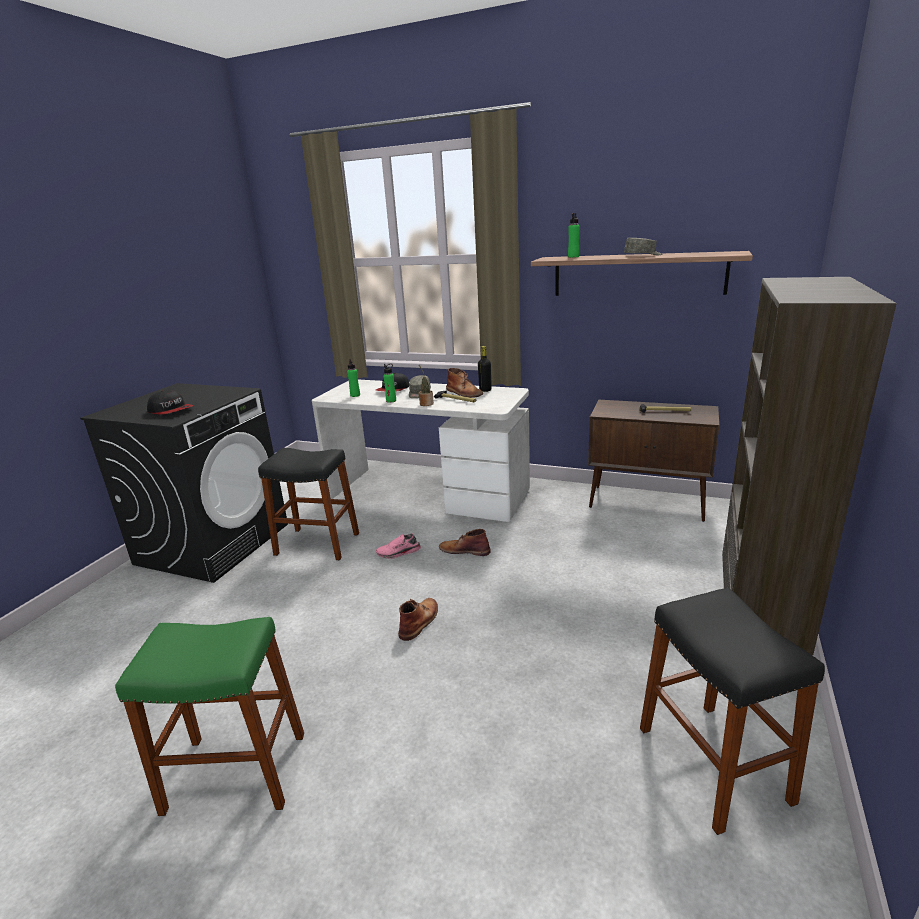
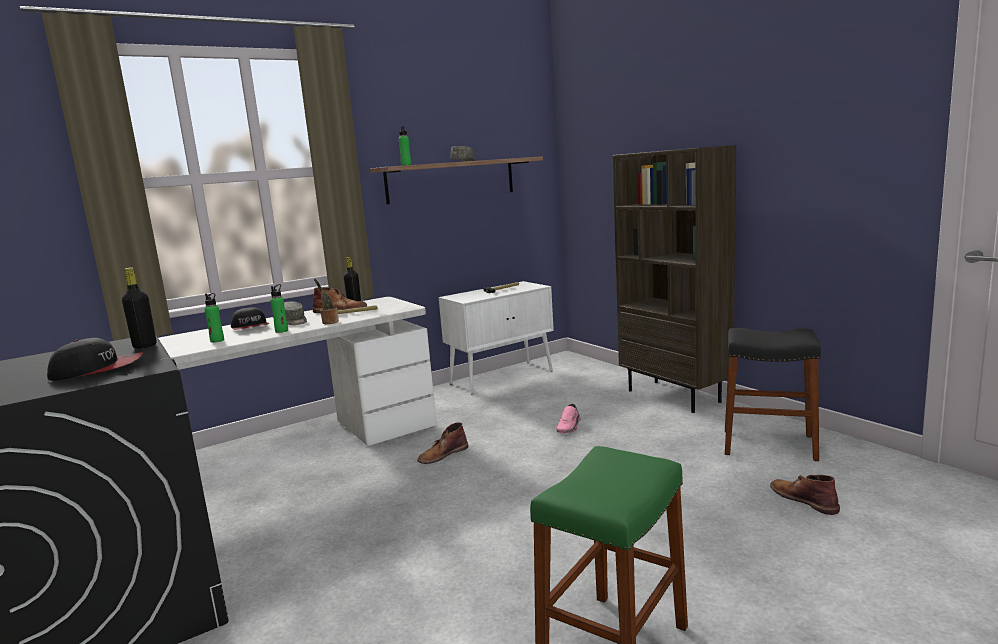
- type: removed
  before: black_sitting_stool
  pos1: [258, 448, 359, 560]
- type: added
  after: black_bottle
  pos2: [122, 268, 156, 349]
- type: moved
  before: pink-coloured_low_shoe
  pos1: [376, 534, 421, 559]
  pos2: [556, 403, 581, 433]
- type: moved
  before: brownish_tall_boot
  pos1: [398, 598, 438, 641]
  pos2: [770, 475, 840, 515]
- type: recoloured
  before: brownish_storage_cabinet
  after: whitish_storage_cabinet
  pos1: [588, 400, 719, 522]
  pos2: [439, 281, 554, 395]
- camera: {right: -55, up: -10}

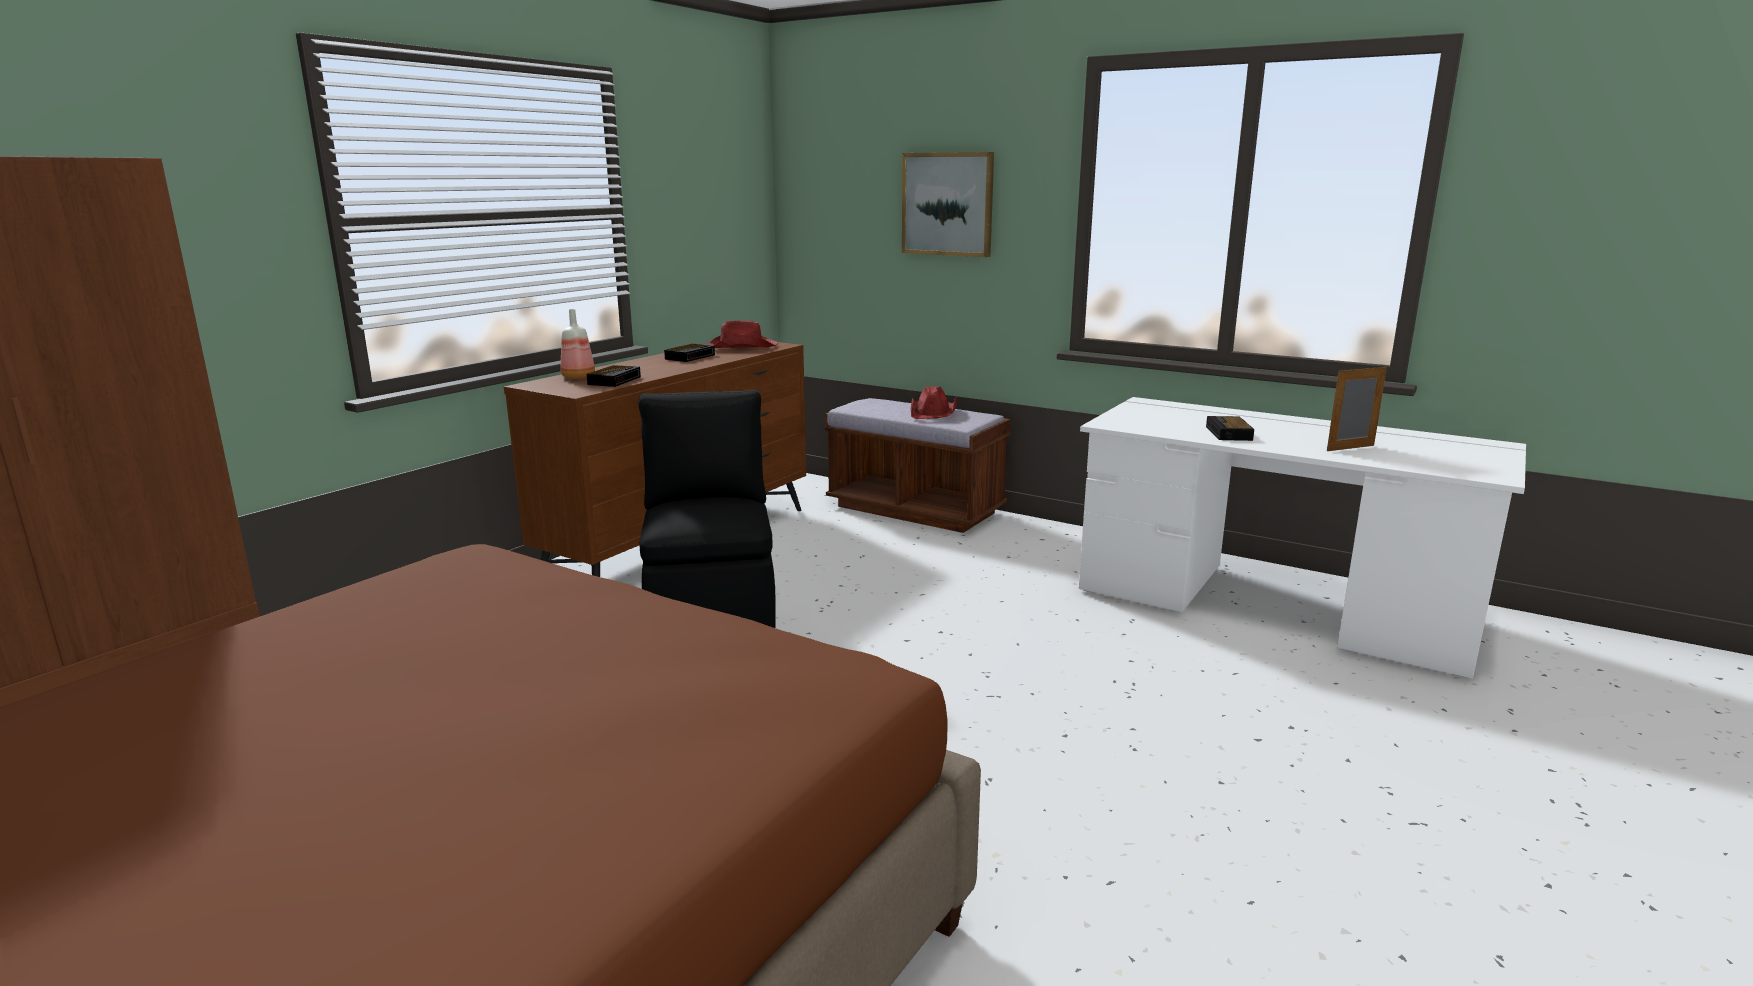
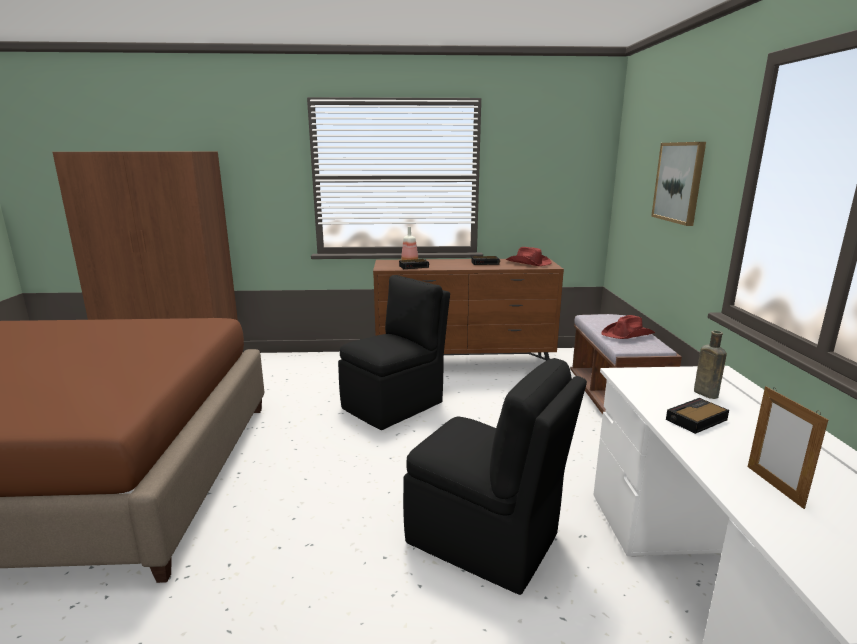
- type: added
  after: black_chair
  pos2: [403, 358, 587, 595]
- type: added
  after: brownish_bottle
  pos2: [694, 331, 727, 399]
- type: turned
  before: photo_frame
  pos1: [1327, 365, 1387, 451]
  pos2: [748, 386, 828, 509]
  turn: -135
- camera: {right: 55, up: 0}

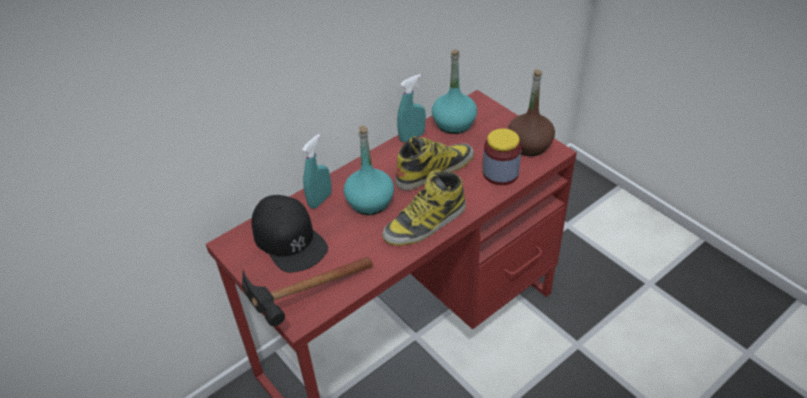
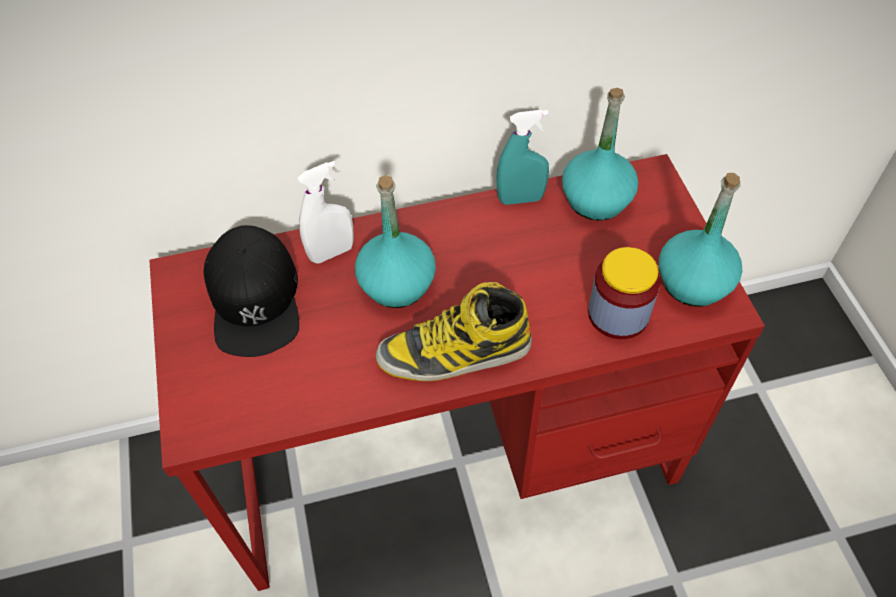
- type: removed
  before: tool_hammer
  pos1: [242, 257, 373, 326]
- type: removed
  before: tall_boot
  pos1: [395, 136, 474, 190]
- type: recoloured
  before: blue-green_spray_bottle
  after: whitish_spray_bottle
  pos1: [302, 134, 332, 209]
  pos2: [297, 161, 354, 264]
- type: recoloured
  before: brownish_bottle
  after: blue-green_bottle
  pos1: [508, 69, 555, 156]
  pos2: [659, 173, 742, 307]
- camera: {right: 25, up: 10}

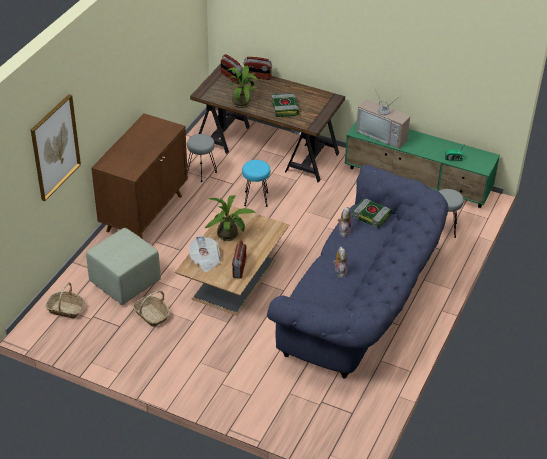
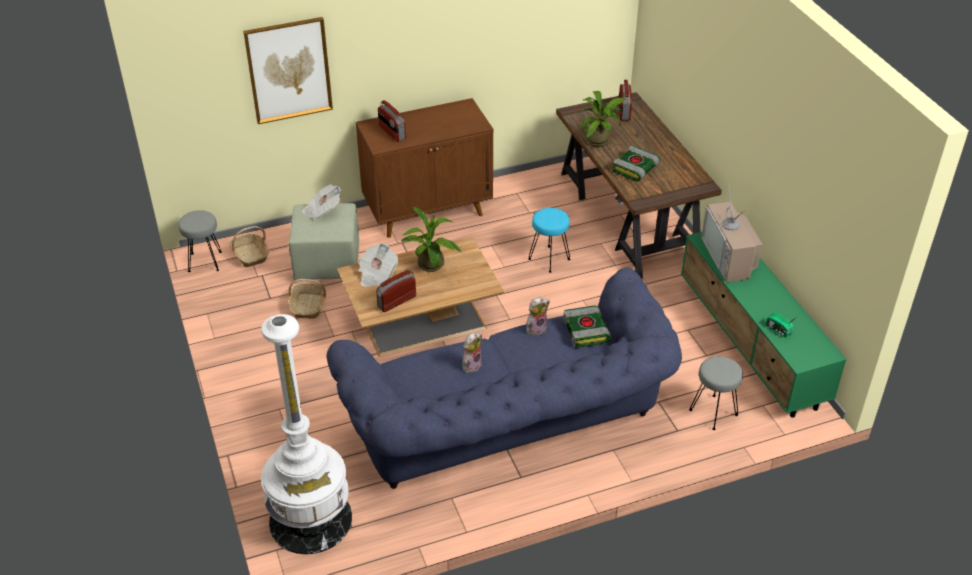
- type: added
  after: whitish_floor_lamp
  pos2: [261, 314, 352, 554]
- type: added
  after: printed_paper
  pos2: [302, 184, 341, 220]
- type: moved
  before: grey_sitting_stool
  pos1: [187, 134, 217, 182]
  pos2: [178, 210, 222, 272]
- type: moved
  before: radio
  pos1: [243, 57, 272, 80]
  pos2: [378, 100, 406, 142]
- camera: {right: 45, up: 0}

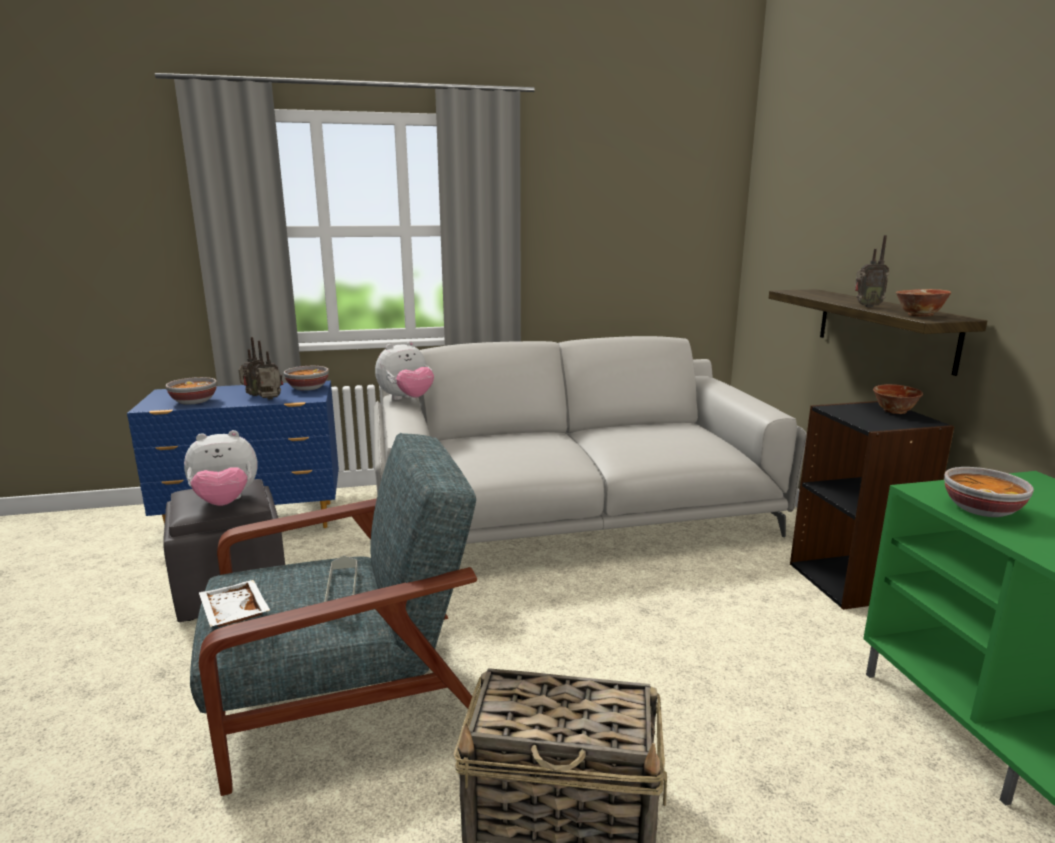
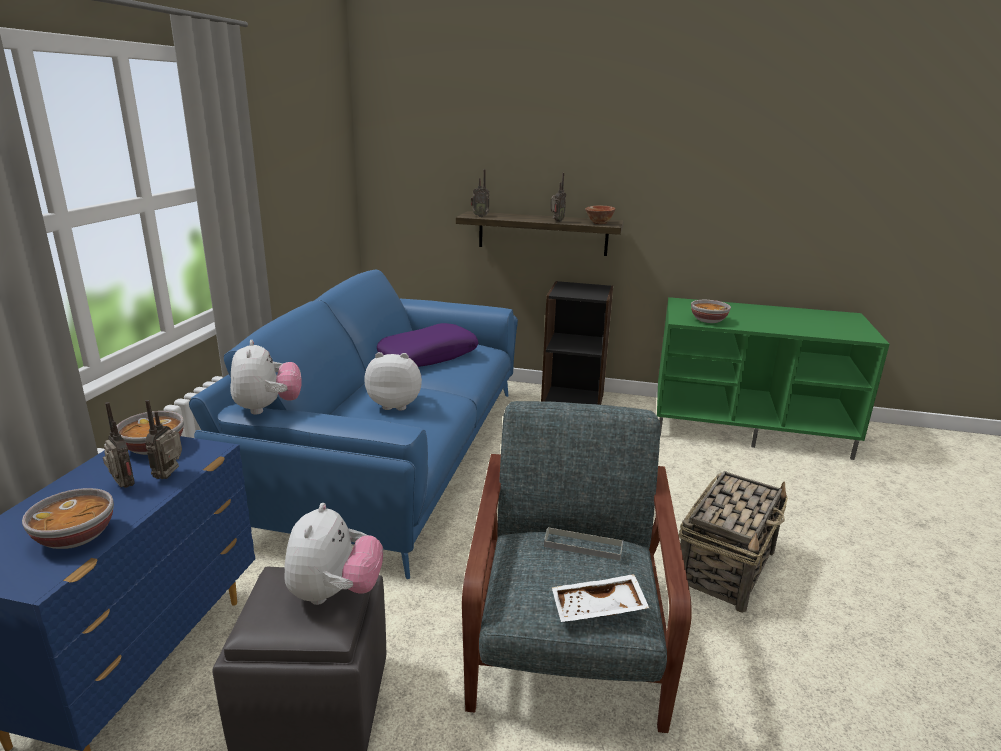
- type: removed
  before: serving_bowl
  pos1: [873, 384, 923, 414]
- type: added
  after: cuddly_toy
  pos2: [364, 352, 422, 410]
- type: added
  after: purple_cushion
  pos2: [377, 323, 478, 367]
- type: added
  after: radio
  pos2: [471, 169, 490, 217]
- type: recoloured
  before: grey_sofa
  after: bluish_sofa
  pos1: [374, 336, 807, 544]
  pos2: [189, 269, 518, 579]
- camera: {right: -65, up: 5}

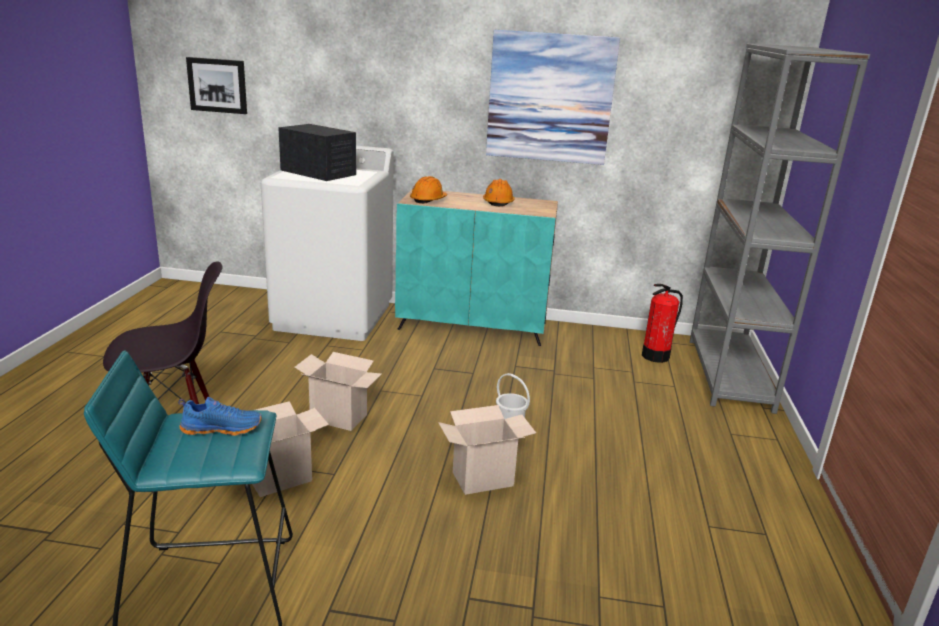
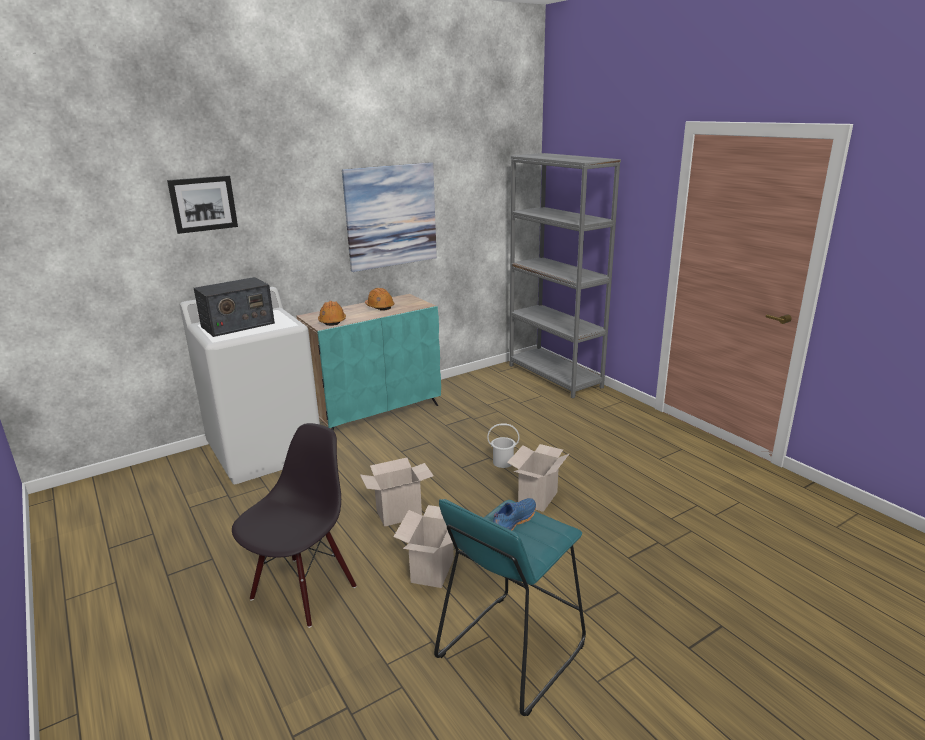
- type: removed
  before: fire-fighting_cylinder
  pos1: [642, 284, 683, 363]
- type: moved
  before: wall_picture
  pos1: [186, 57, 247, 114]
  pos2: [167, 175, 238, 234]
- type: turned
  before: radio
  pos1: [278, 124, 356, 181]
  pos2: [194, 277, 275, 337]
  turn: 150
- camera: {right: -40, up: 0}

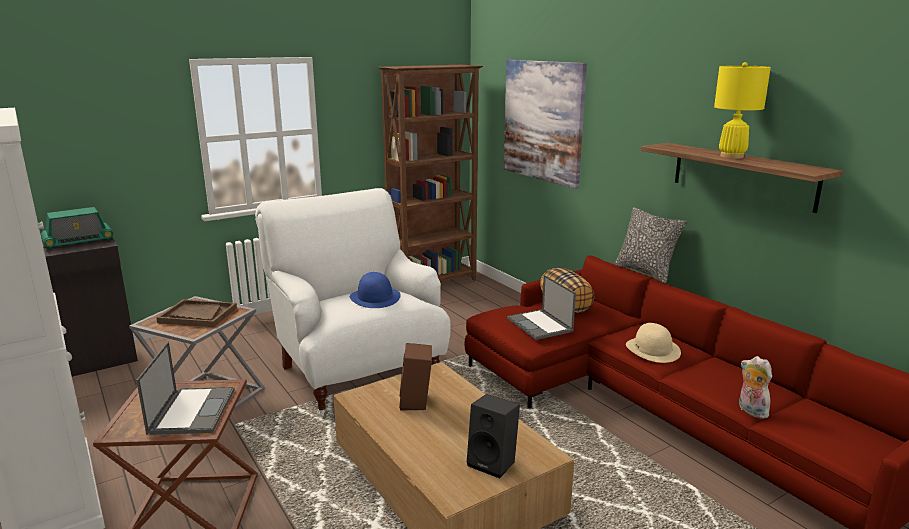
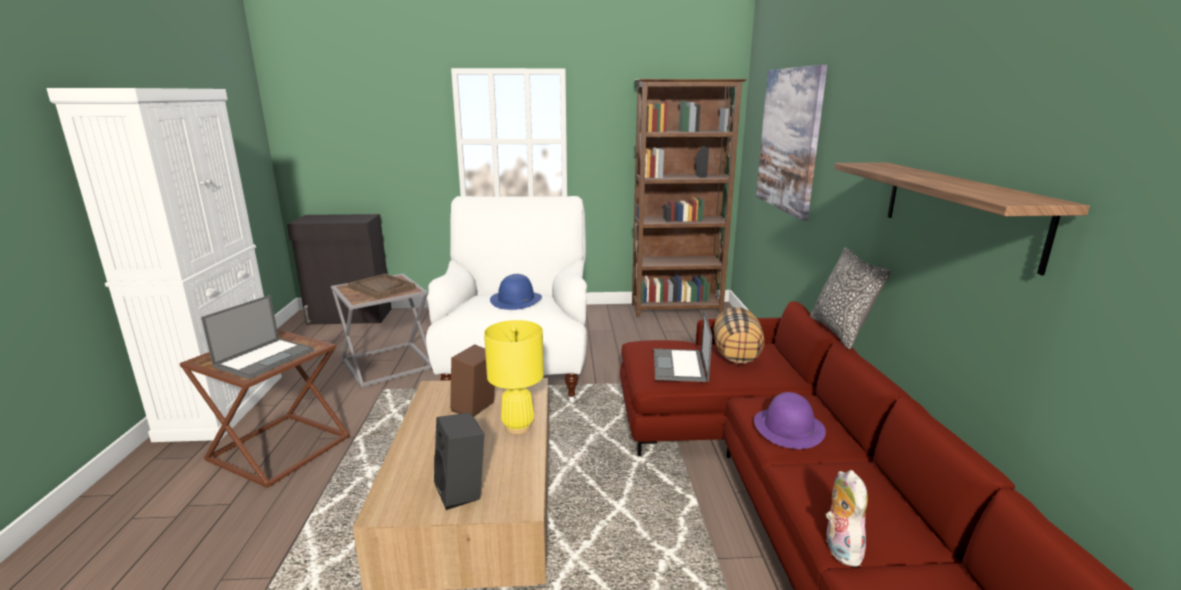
- type: removed
  before: radio
  pos1: [41, 207, 113, 250]
- type: moved
  before: yellow_lamp_for_a_table
  pos1: [714, 62, 771, 159]
  pos2: [484, 320, 544, 434]
- type: recoloured
  before: beige-coloured_hat
  after: purple_hat
  pos1: [626, 323, 681, 363]
  pos2: [754, 392, 826, 449]
- camera: {right: 30, up: 0}

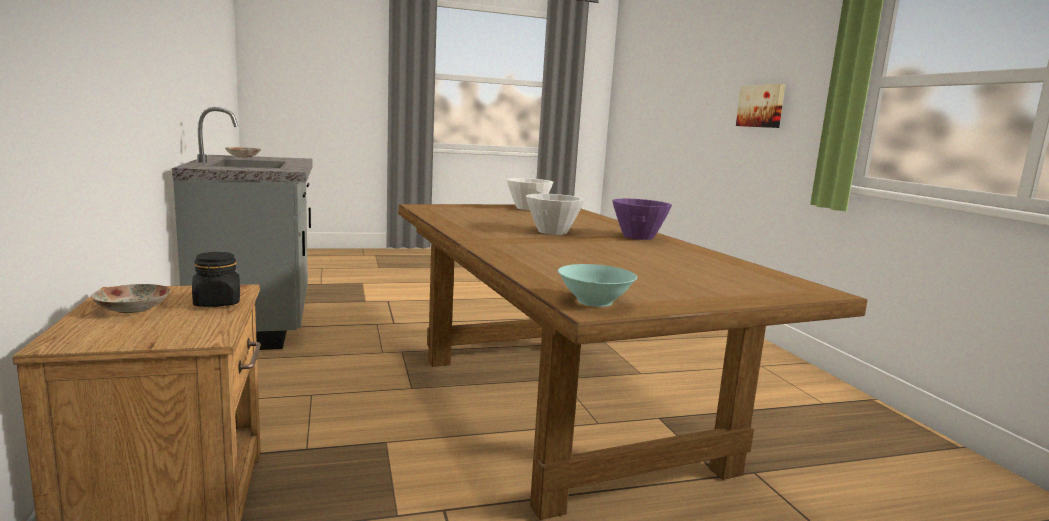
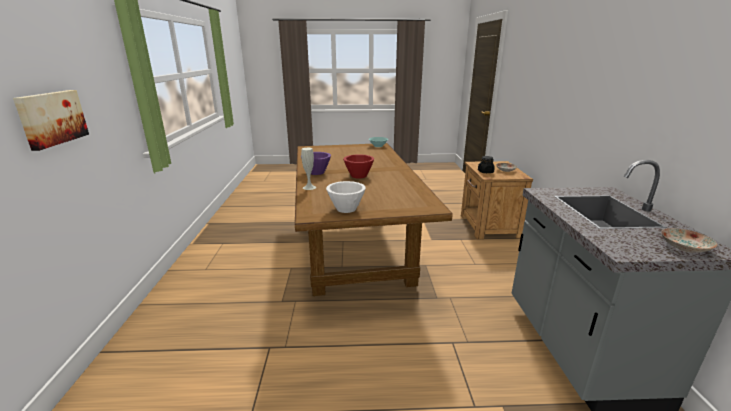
- type: added
  after: whitish_vase
  pos2: [301, 148, 316, 190]
- type: recoloured
  before: whitish_serving_bowl
  after: red-coloured_serving_bowl
  pos1: [526, 194, 585, 235]
  pos2: [343, 154, 374, 179]
- camera: {right: -165, up: 10}

